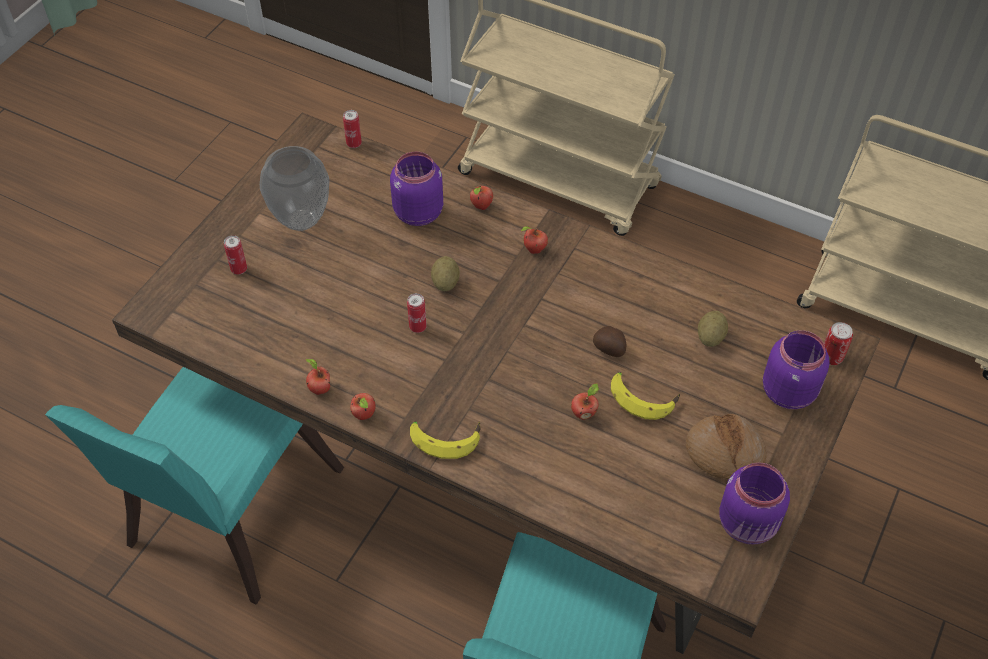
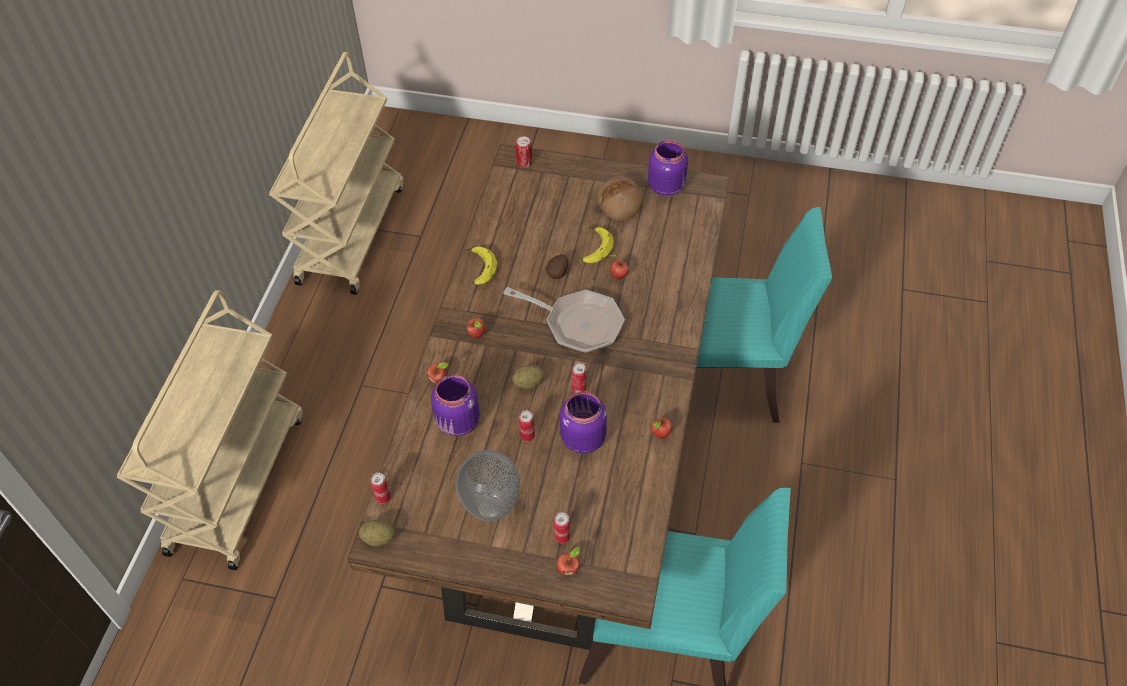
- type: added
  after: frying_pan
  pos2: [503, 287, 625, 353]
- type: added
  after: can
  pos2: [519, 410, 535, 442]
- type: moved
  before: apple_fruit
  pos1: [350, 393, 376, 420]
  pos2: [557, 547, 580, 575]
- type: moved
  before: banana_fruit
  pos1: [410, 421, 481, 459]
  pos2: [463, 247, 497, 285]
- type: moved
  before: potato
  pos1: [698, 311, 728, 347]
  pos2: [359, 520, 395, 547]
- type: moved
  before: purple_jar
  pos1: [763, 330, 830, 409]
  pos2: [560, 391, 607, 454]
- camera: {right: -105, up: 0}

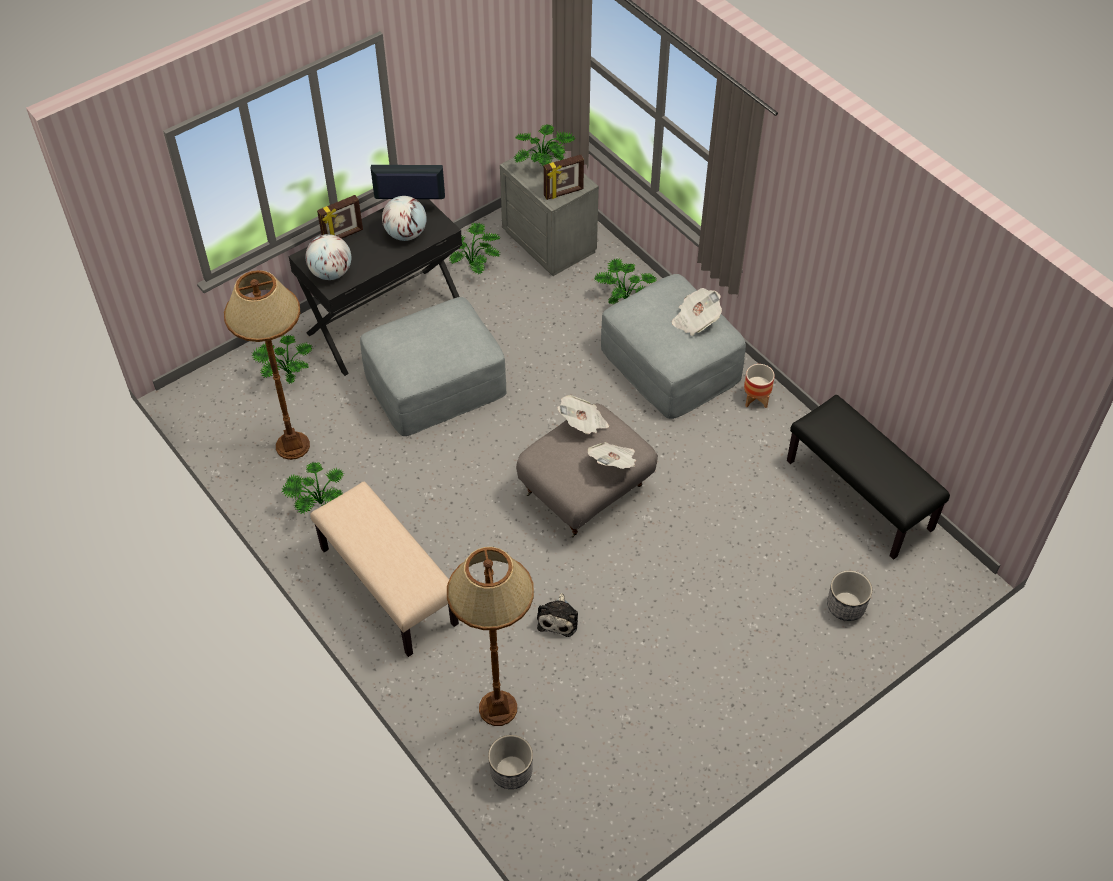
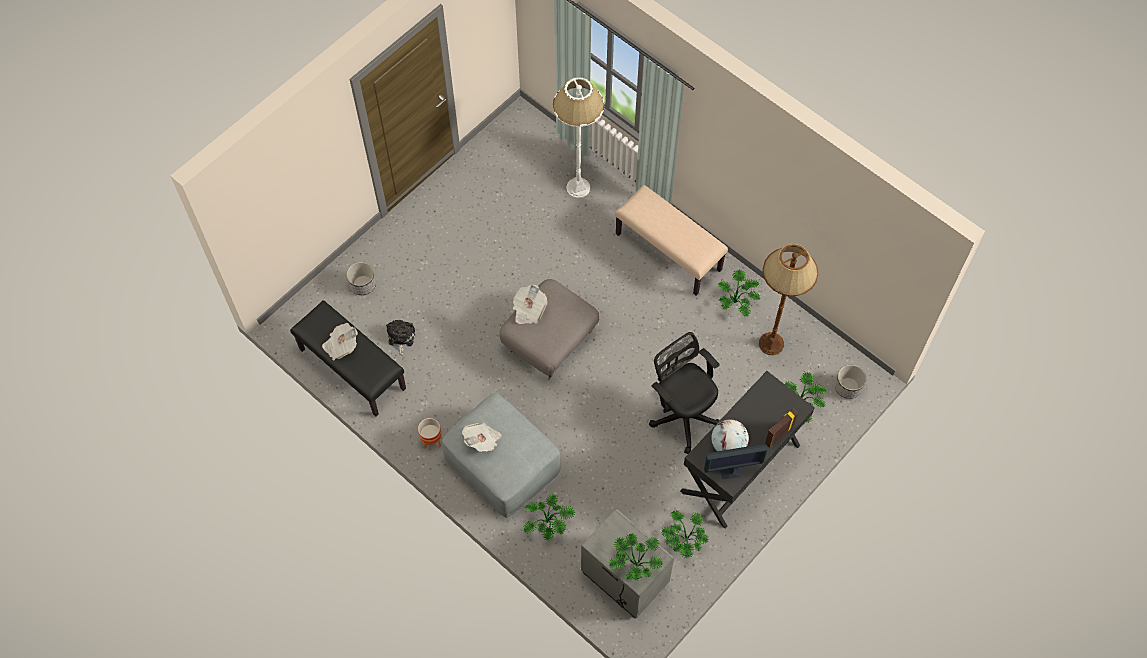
- type: removed
  before: globe
  pos1: [305, 234, 351, 280]
- type: removed
  before: photo_frame
  pos1: [544, 155, 584, 200]
- type: moved
  before: plant_pot
  pos1: [488, 735, 533, 789]
  pos2: [835, 365, 866, 399]
- type: moved
  before: cuddly_toy
  pos1: [537, 593, 578, 637]
  pos2: [386, 320, 415, 356]
- type: moved
  before: printed_paper
  pos1: [557, 395, 609, 434]
  pos2: [322, 323, 358, 361]
- type: replaced
  before: grey_ottoman
  after: black_computer_chair
  pos1: [360, 297, 506, 436]
  pos2: [649, 332, 720, 454]
- type: recoloured
  before: brownish_floor_lamp
  after: whitish_floor_lamp
  pos1: [447, 547, 534, 726]
  pos2: [553, 77, 605, 198]
- camera: {right: 170, up: 10}

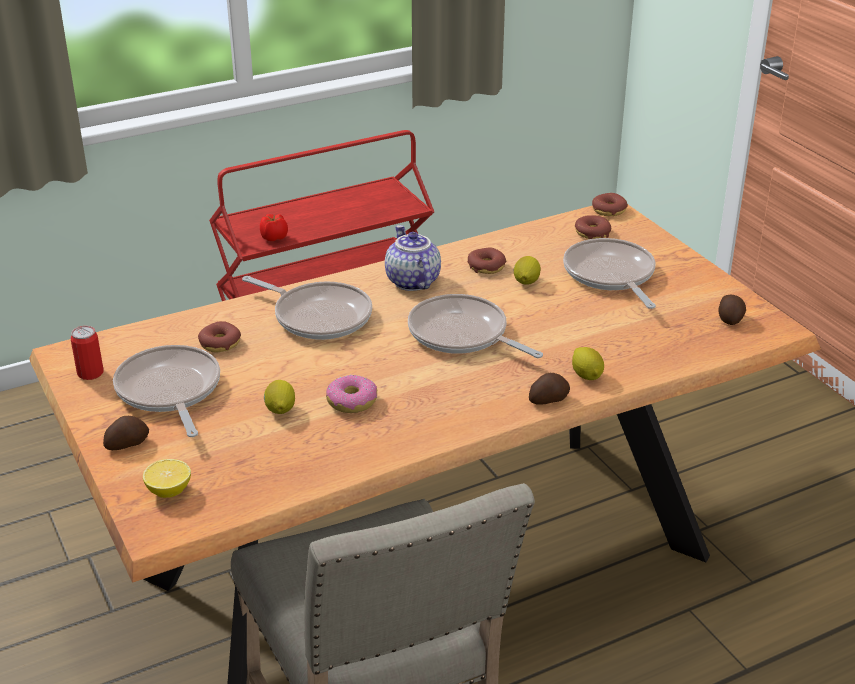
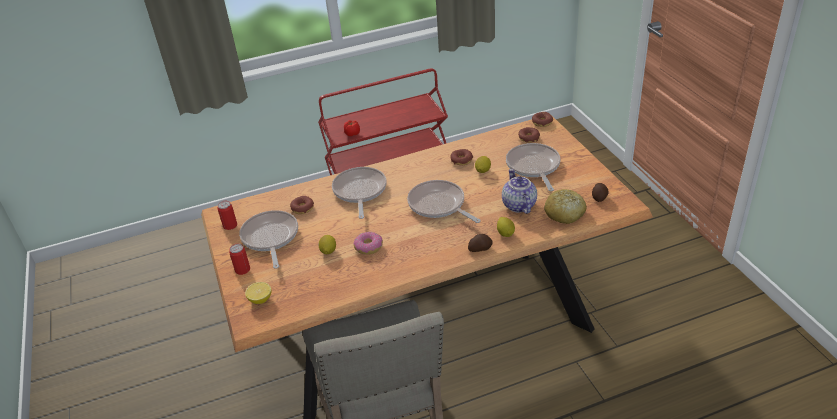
- type: added
  after: baked_bread
  pos2: [544, 189, 587, 224]
- type: moved
  before: teapot
  pos1: [385, 225, 441, 291]
  pos2: [502, 169, 537, 214]
- type: replaced
  before: potato
  after: can
  pos1: [103, 416, 149, 450]
  pos2: [229, 244, 250, 275]
- type: turned
  before: frying_pan
  pos1: [242, 276, 372, 340]
  pos2: [332, 167, 387, 219]
  turn: -135
- camera: {right: 10, up: 5}

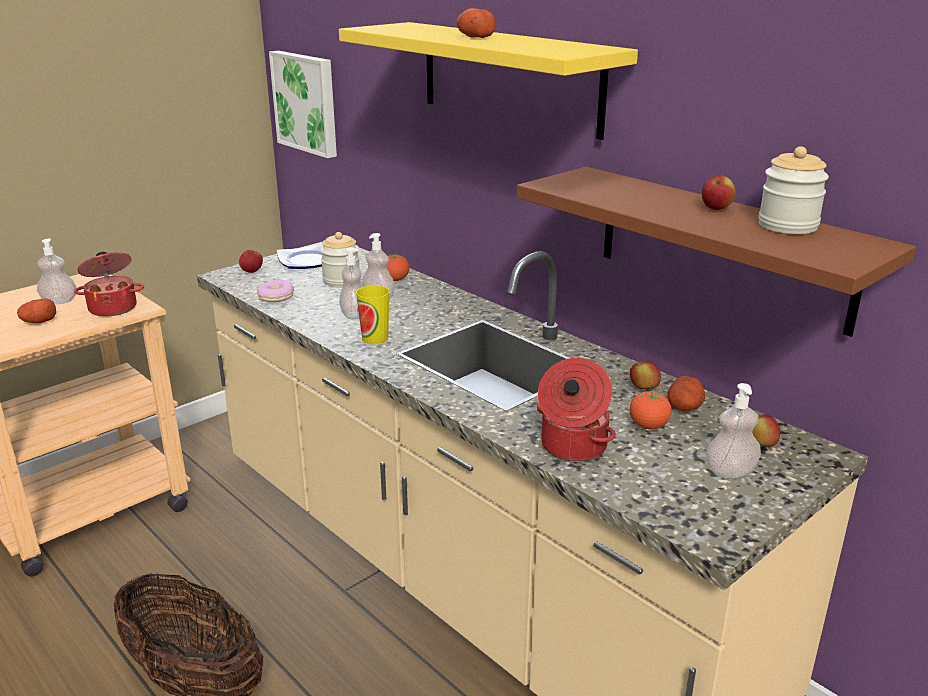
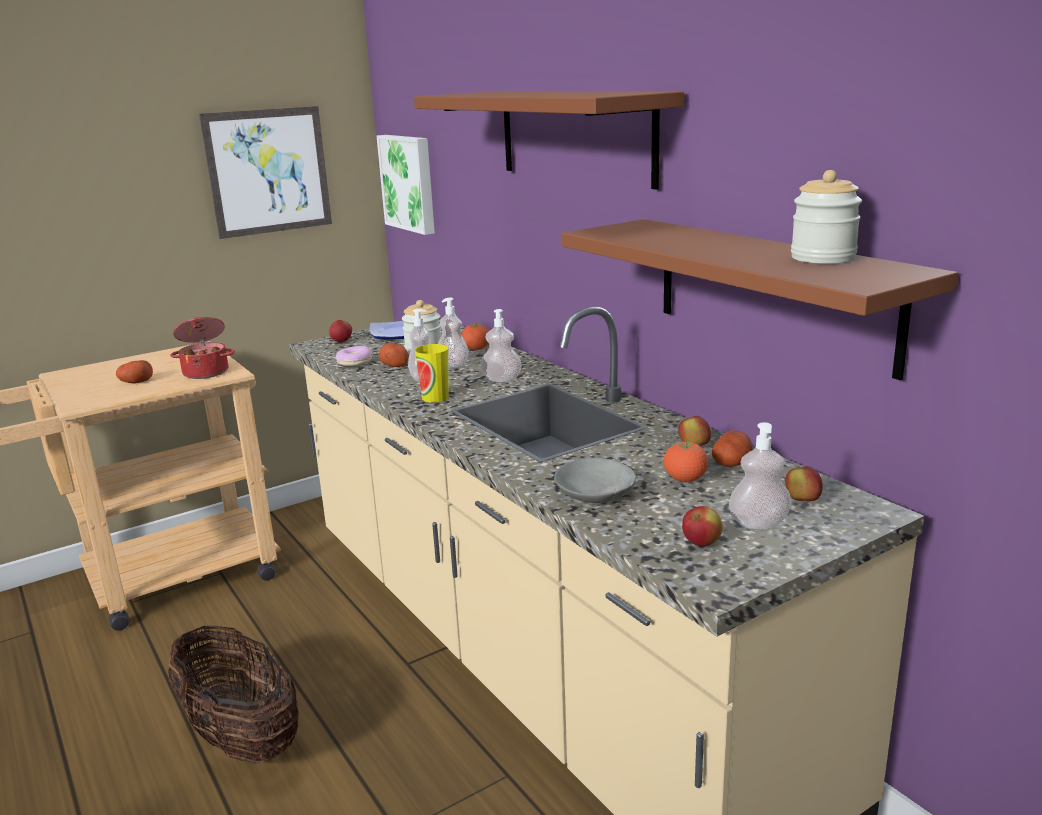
- type: added
  after: wall_picture
  pos2: [199, 106, 332, 239]
- type: moved
  before: soap_bottle
  pos1: [37, 238, 77, 304]
  pos2: [481, 309, 522, 382]
- type: moved
  before: potato
  pos1: [456, 8, 496, 38]
  pos2: [379, 343, 409, 367]
- type: moved
  before: apple_fruit
  pos1: [702, 175, 735, 210]
  pos2: [682, 506, 723, 546]
- type: replaced
  before: saucepot
  after: grey_serving_bowl
  pos1: [537, 358, 616, 461]
  pos2: [554, 458, 636, 503]
- type: recoloured
  before: yellow_wall_shelf
  after: brownish_wall_shelf
  pos1: [339, 22, 638, 140]
  pos2: [414, 91, 685, 190]
- camera: {right: 10, up: -5}

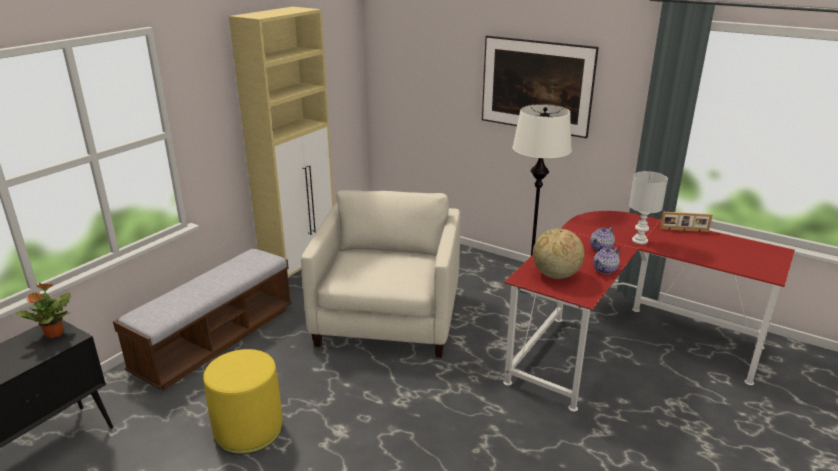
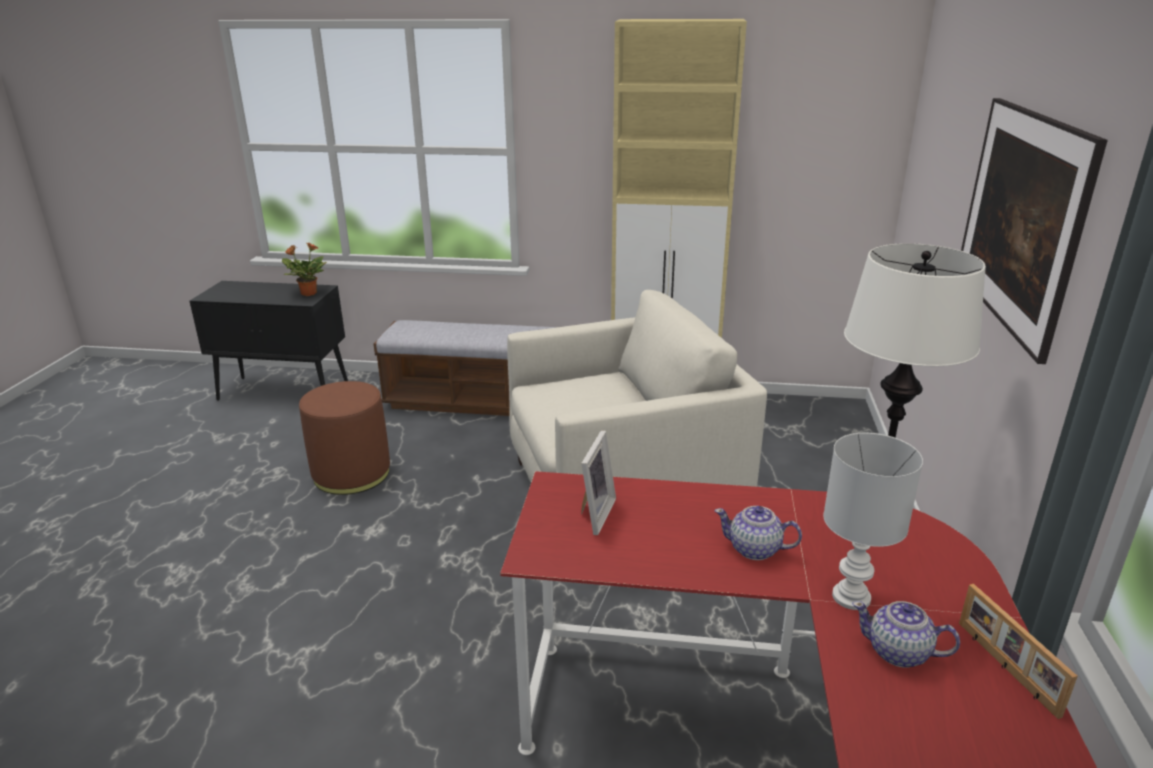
- type: moved
  before: teapot
  pos1: [593, 247, 620, 274]
  pos2: [852, 601, 960, 668]
- type: replaced
  before: globe
  after: photo_frame
  pos1: [533, 228, 585, 279]
  pos2: [581, 430, 616, 535]
- type: recoloured
  before: yellow_ottoman
  after: brownish_ottoman
  pos1: [203, 349, 283, 454]
  pos2: [299, 381, 390, 495]
- camera: {right: 65, up: 0}

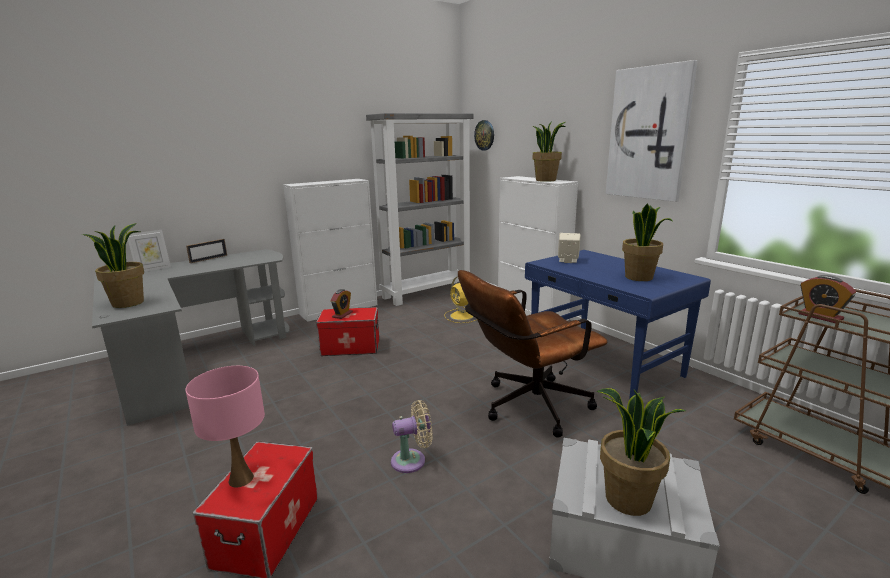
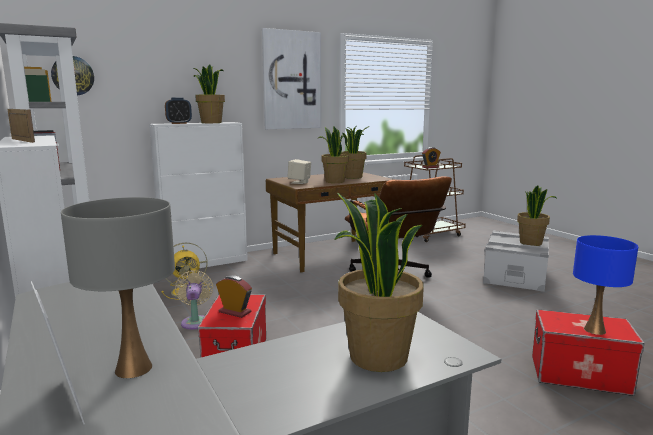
- type: added
  after: grey_lamp_for_a_table
  pos2: [61, 197, 175, 378]
- type: added
  after: bedside_clock
  pos2: [165, 98, 192, 124]
- type: added
  after: potted_plant
  pos2: [318, 126, 349, 183]
- type: moved
  before: photo_frame
  pos1: [186, 239, 227, 263]
  pos2: [7, 109, 35, 143]
- type: moved
  before: beige-coloured_electric_fan
  pos1: [391, 400, 433, 473]
  pos2: [175, 270, 213, 330]
- type: recoloured
  before: pink-coloured_lamp_for_a_table
  after: bluish_lamp_for_a_table
  pos1: [186, 366, 265, 487]
  pos2: [573, 235, 638, 335]
- type: recoloured
  before: bluish_desk_unit
  after: brownish_desk_unit
  pos1: [525, 250, 711, 400]
  pos2: [266, 172, 396, 272]
- camera: {right: -85, up: -5}

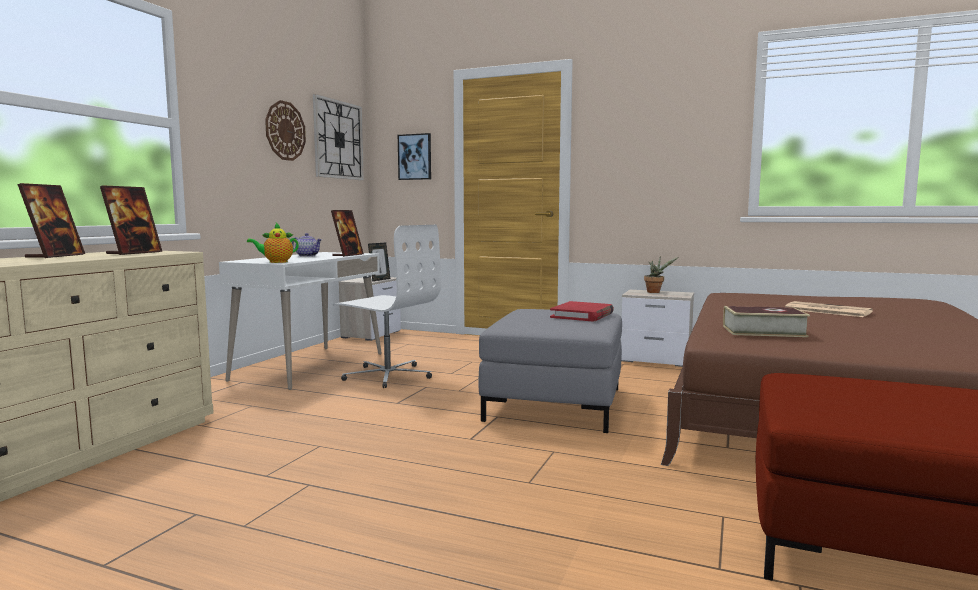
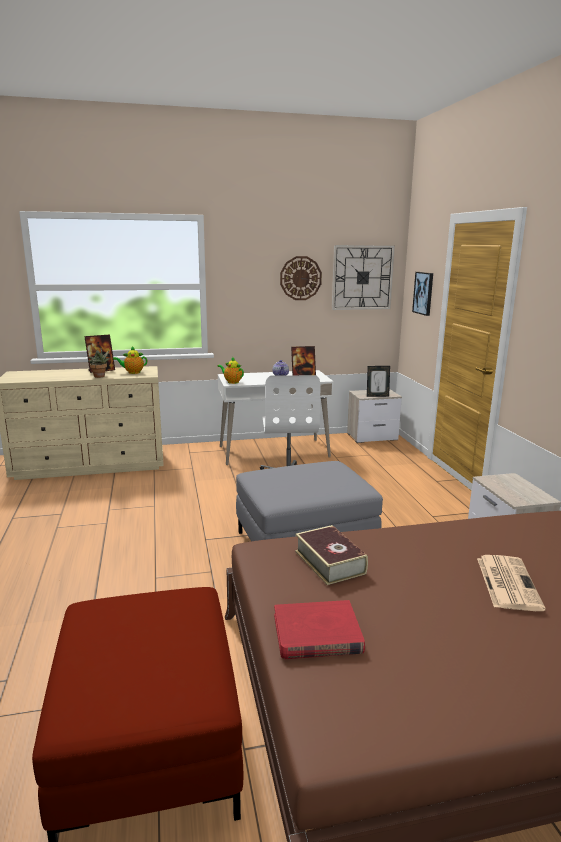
- type: moved
  before: red-coloured_bound_book
  pos1: [550, 301, 614, 321]
  pos2: [274, 600, 365, 659]
- type: moved
  before: potted_plant
  pos1: [644, 256, 678, 293]
  pos2: [88, 348, 110, 378]
- type: replaced
  before: photo_frame
  after: teapot
  pos1: [100, 185, 162, 255]
  pos2: [113, 346, 147, 374]
- camera: {right: 55, up: 10}

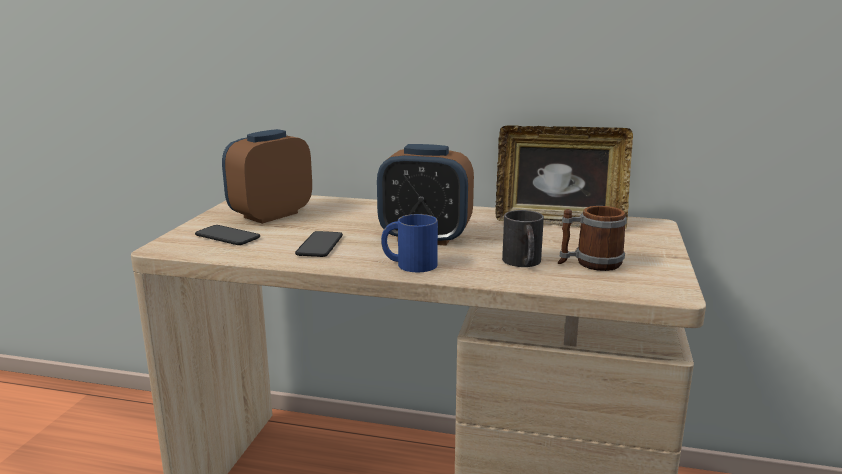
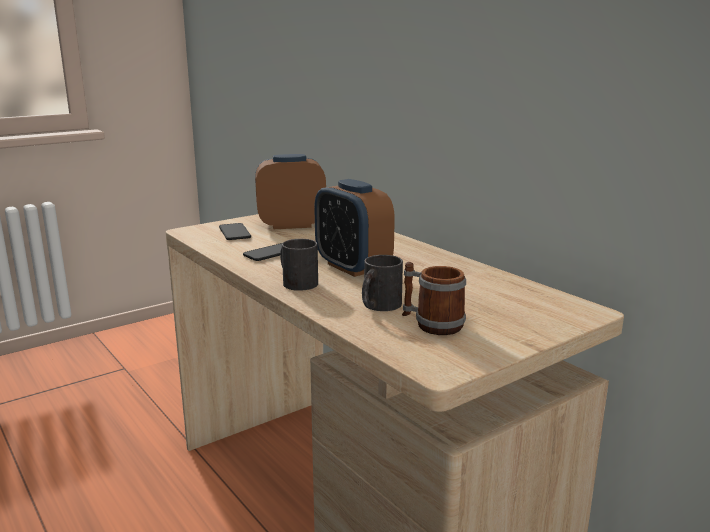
- type: removed
  before: photo_frame
  pos1: [495, 125, 633, 229]
- type: recoloured
  before: bluish_coffee_mug
  after: black_coffee_mug
  pos1: [381, 214, 438, 272]
  pos2: [280, 239, 318, 291]
- camera: {right: 40, up: 0}

